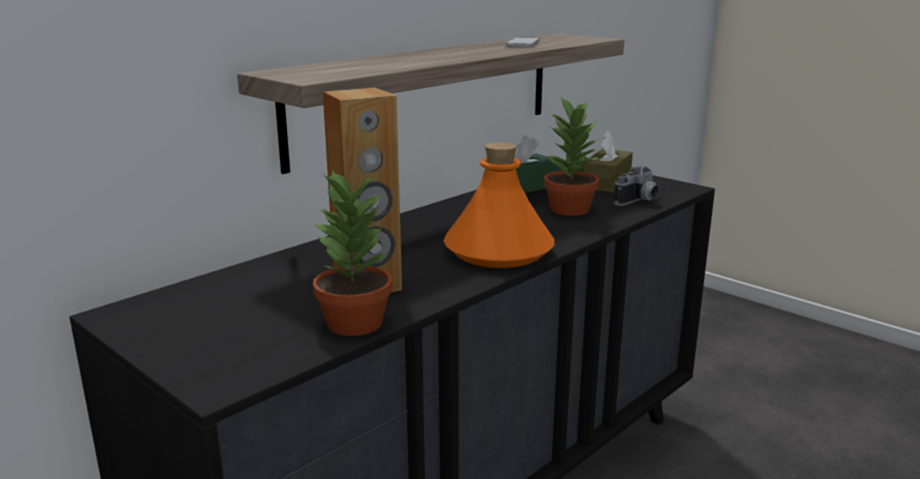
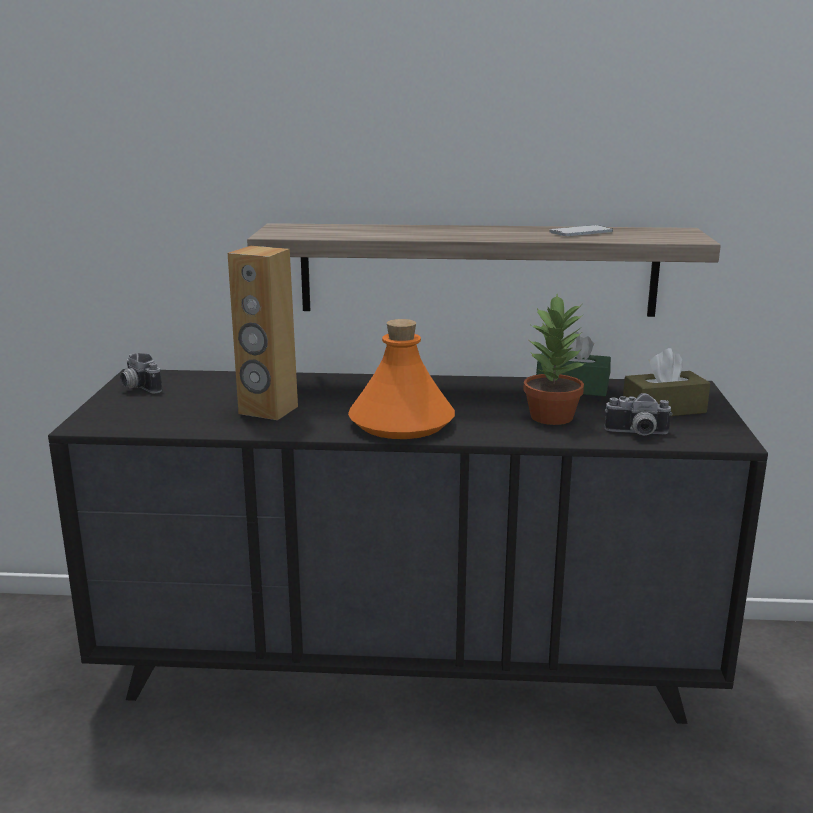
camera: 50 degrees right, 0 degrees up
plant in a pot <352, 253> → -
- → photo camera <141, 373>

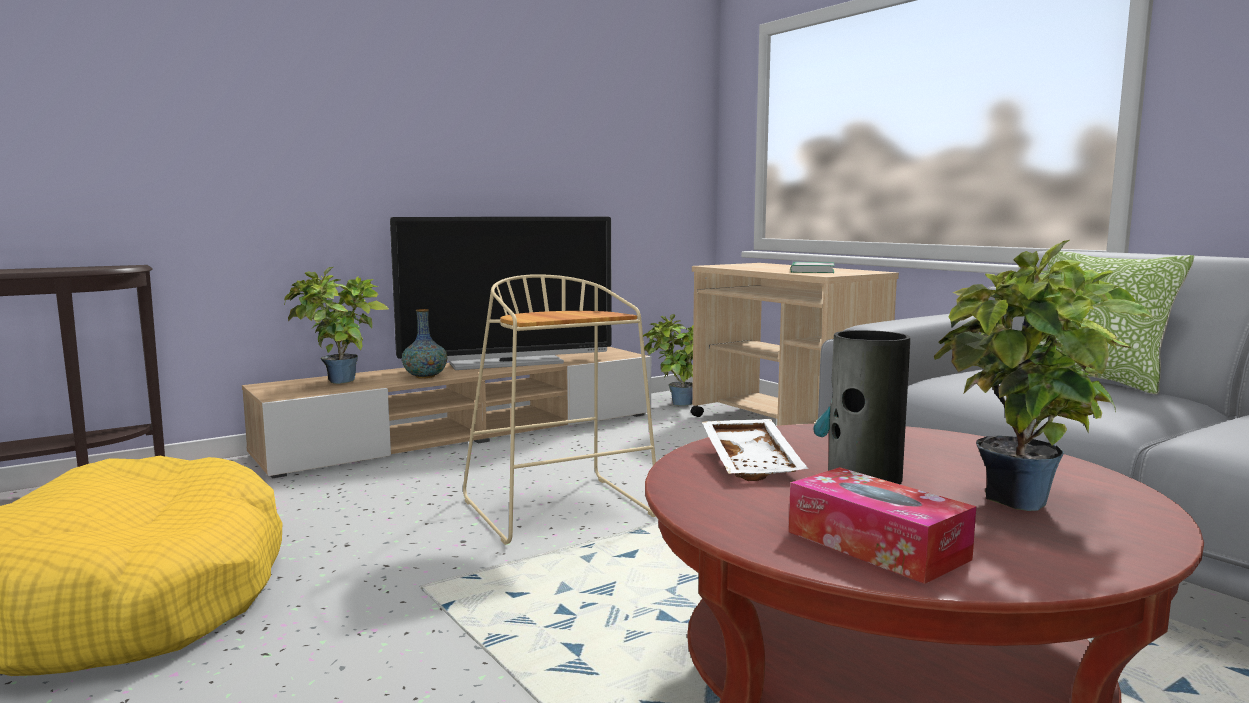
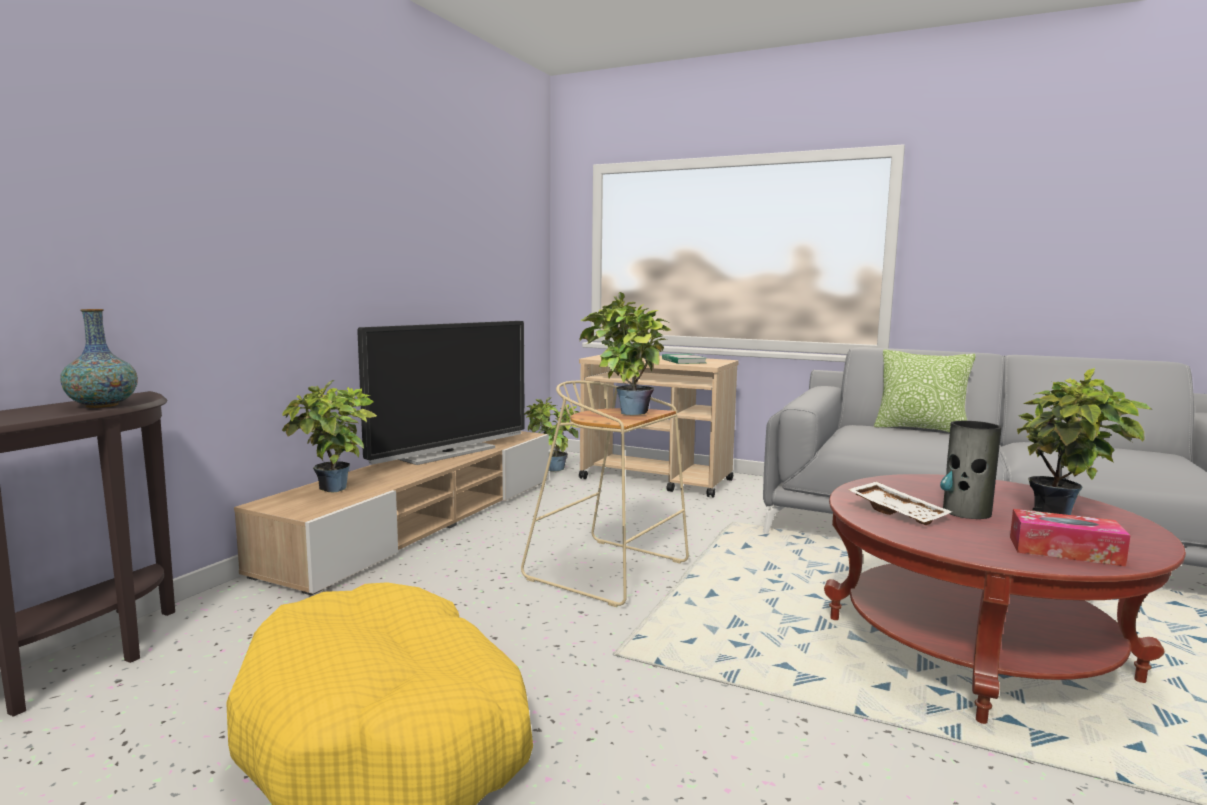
camera: 30 degrees left, 0 degrees up
- → plant in a pot <625, 353>
decorative vase <424, 344> → decorative vase <99, 358>, move

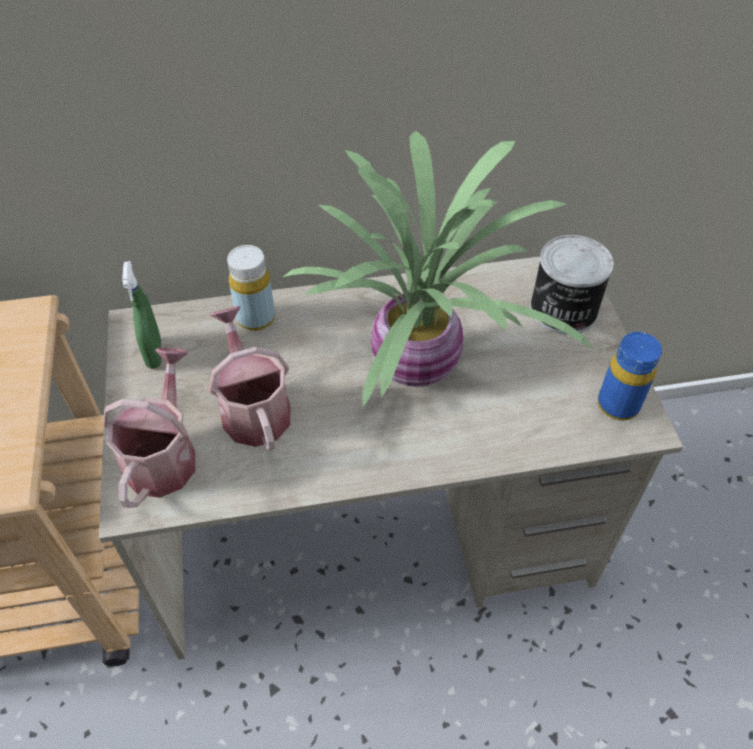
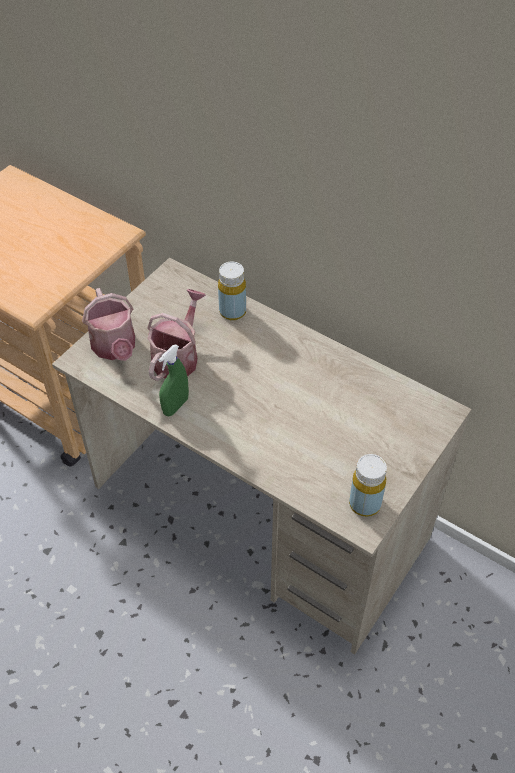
camera: 45 degrees right, 0 degrees up
plant in a pot <438, 268> → -
metal can <572, 284> → -
sprayer (green) <141, 315> → sprayer (green) <173, 380>, move
bottle (blue) <629, 376> → bottle (yellowish) <368, 485>
sprinkling can <149, 428> → sprinkling can <108, 324>, 105 degrees clockwise

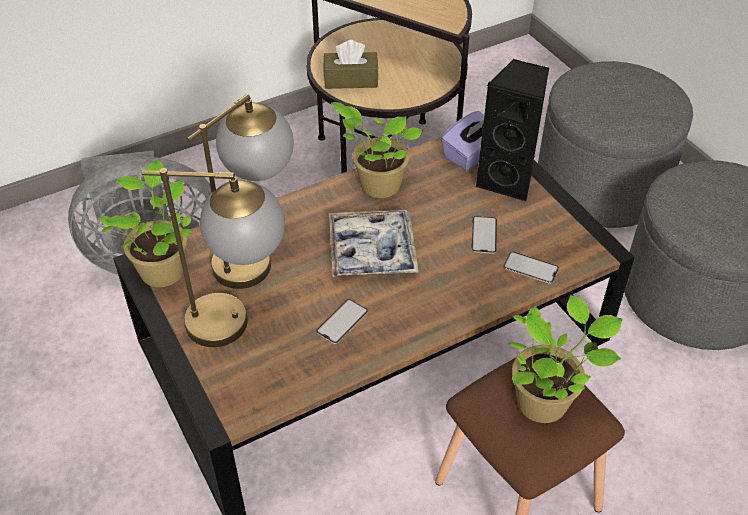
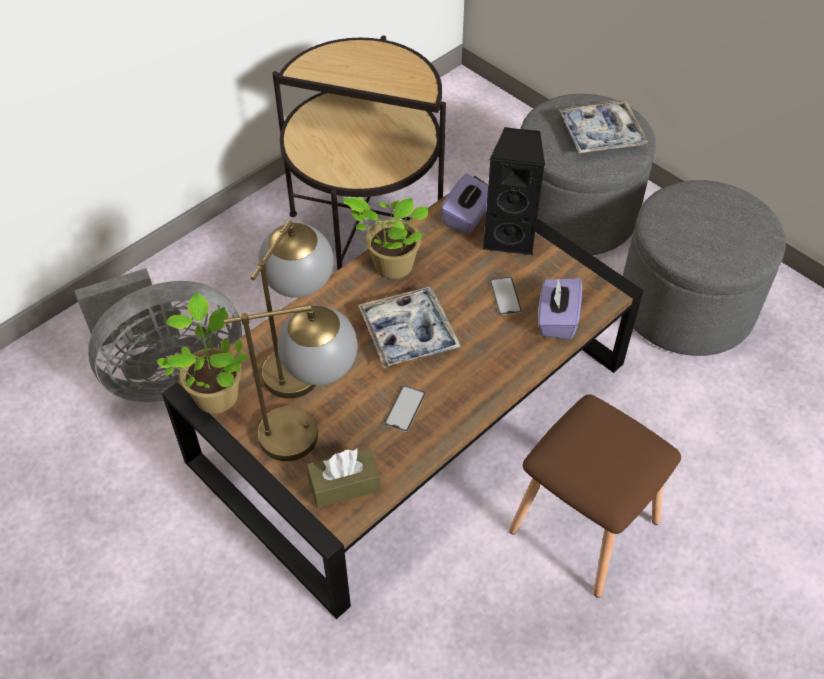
camera: 15 degrees left, 5 degrees up
plant in a pot <565, 359> → -
- → serving tray <603, 127>
tissue box (brown) <351, 64> → tissue box (brown) <343, 478>, move
handset <531, 267> → tissue box (purple) <560, 309>

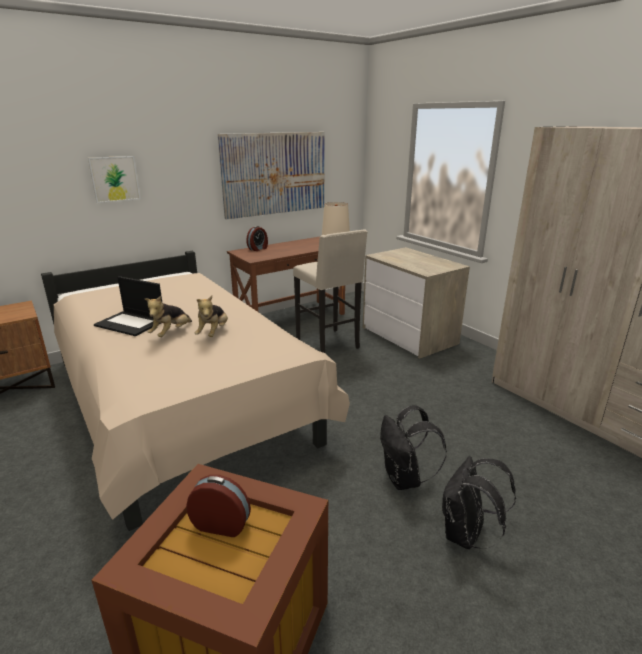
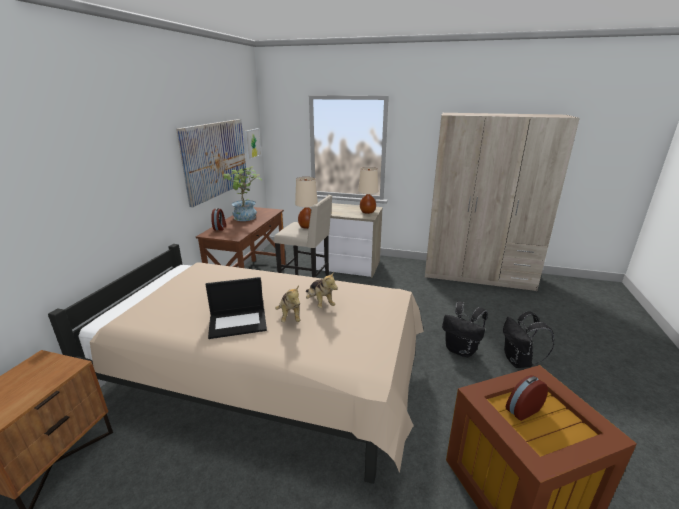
camera: 40 degrees left, 0 degrees up
- → plant in a pot <242, 193>
- → lamp for a table (beige) <368, 190>
wall art <114, 179> → wall art <253, 144>, move

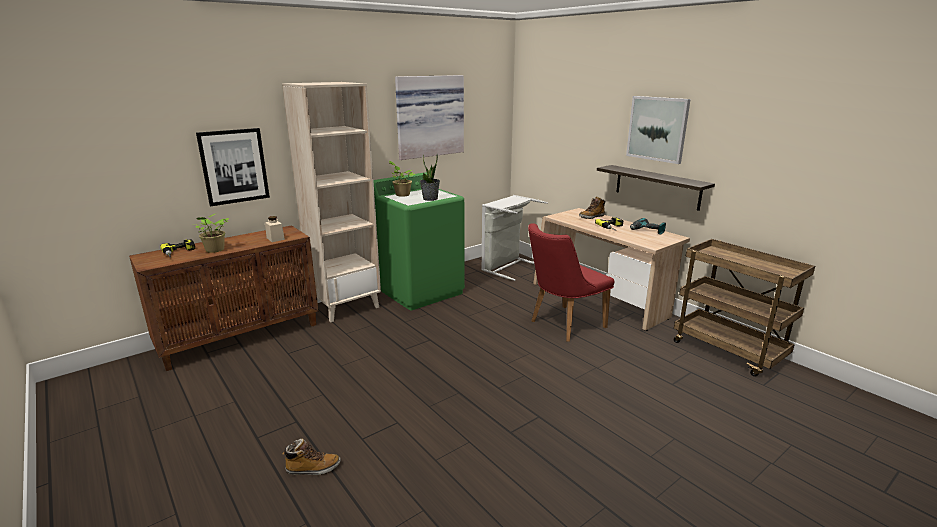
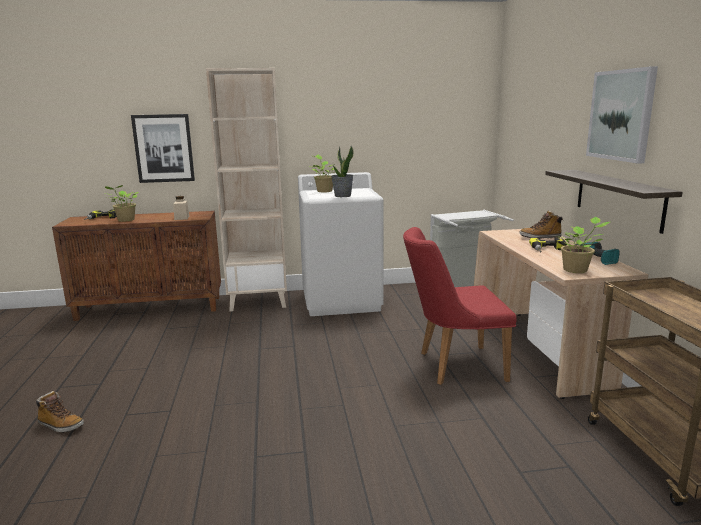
camera: 30 degrees right, 5 degrees down
wall art <429, 117> → -
- → plant in a pot <585, 245>
washing machine (green) <419, 241> → washing machine (white) <341, 244>

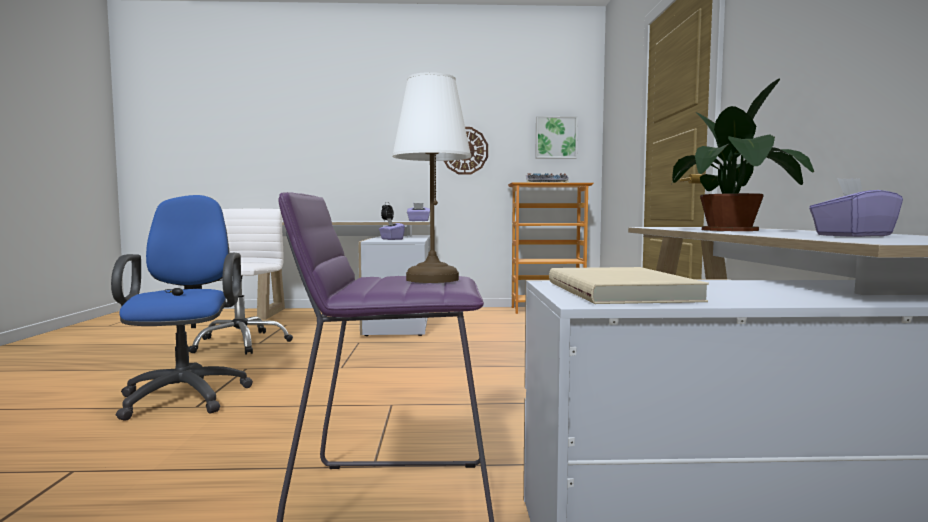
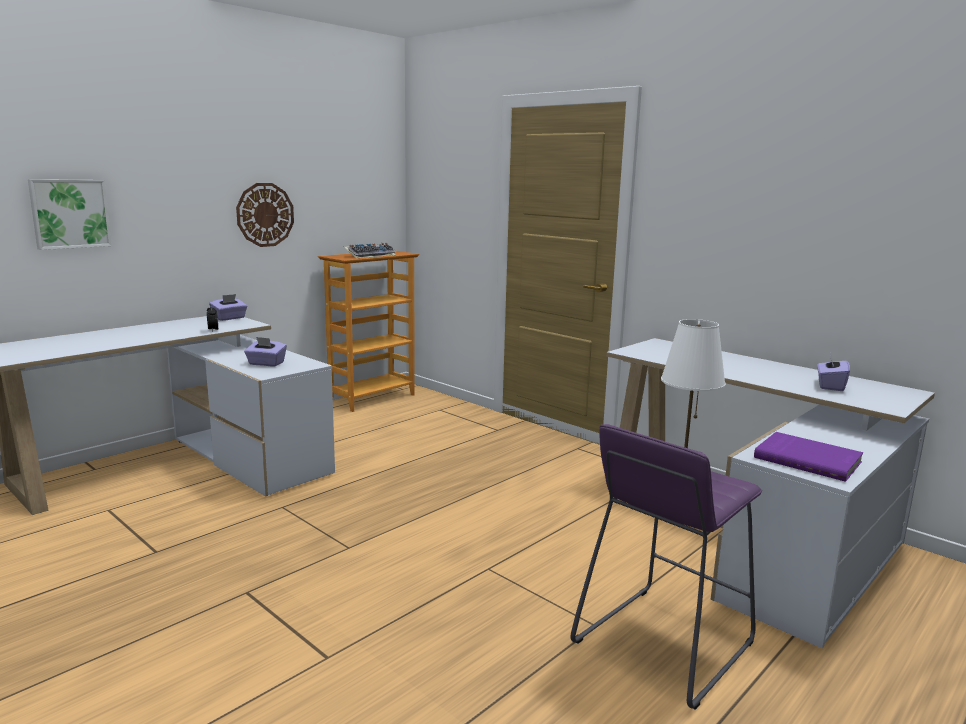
camera: 45 degrees left, 10 degrees up
office chair (blue) <182, 307> → -
office chair (white) <240, 282> → -
plant in a pot <742, 154> → -
wall art <556, 137> → wall art <70, 214>, move
book (beige) <629, 285> → book (purple) <808, 457>

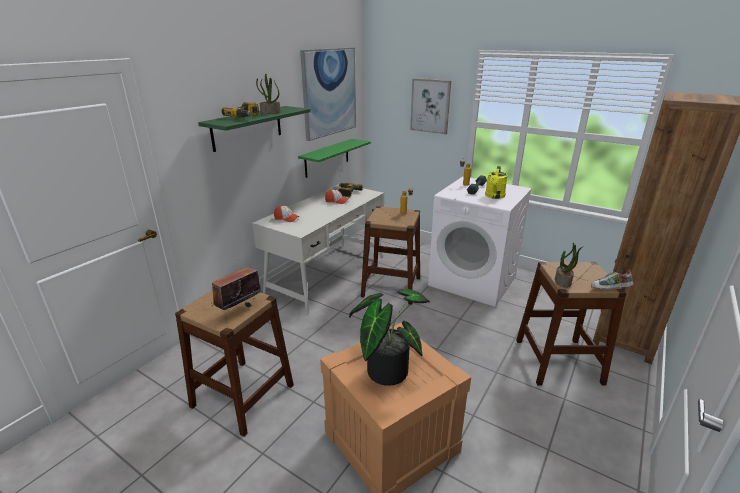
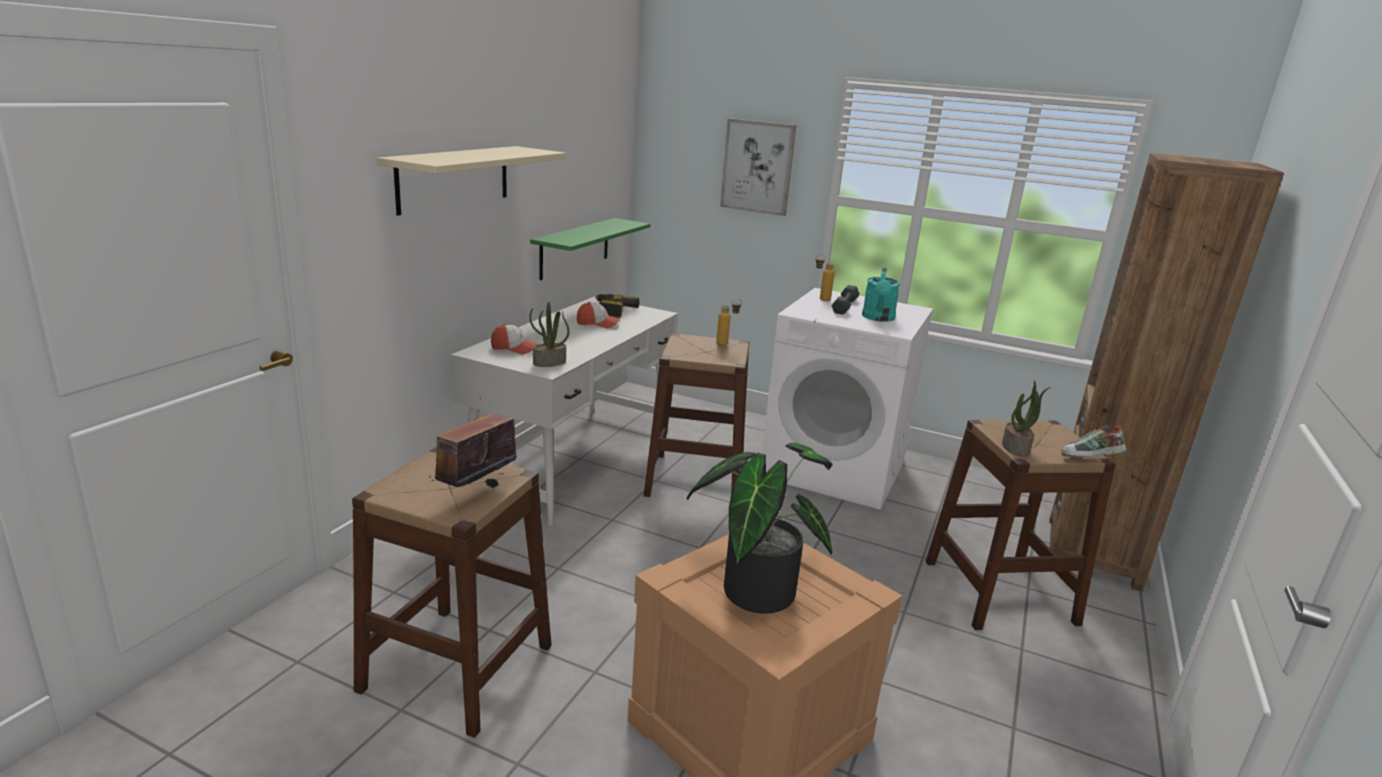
camera: 10 degrees left, 5 degrees down
drill <240, 109> → -
wall art <328, 94> → -
plant in a pot <268, 93> → plant in a pot <549, 334>, move
shelf (green) <254, 129> → shelf (beige) <472, 181>
sprinkling can (yellowish) <496, 182> → sprinkling can (turquoise) <881, 294>

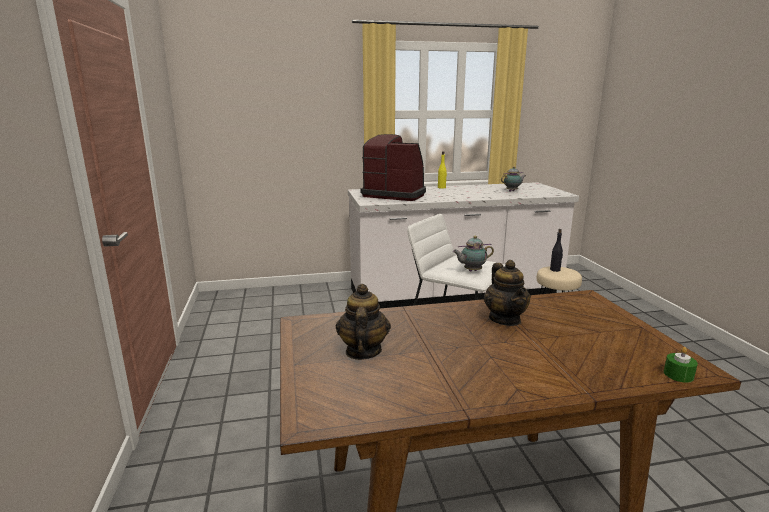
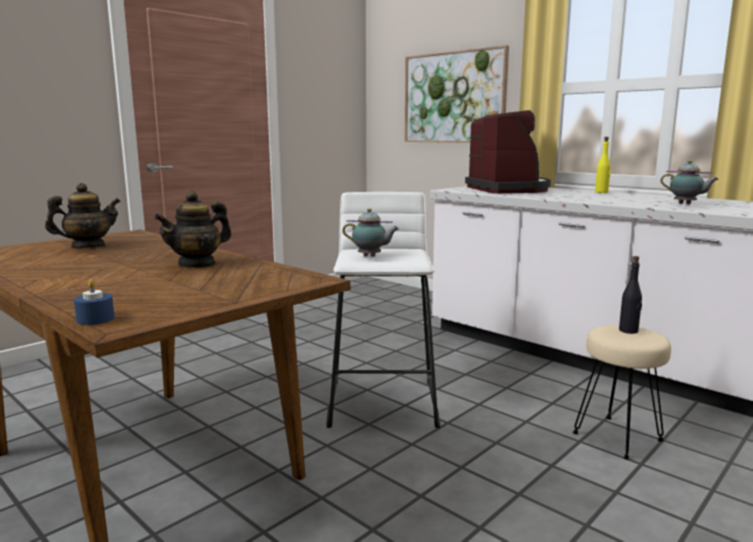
camera: 55 degrees right, 5 degrees down
- → wall art <456, 94>
wax candle (green) <681, 365> → wax candle (blue) <94, 302>
tea pot <473, 253> → tea pot <370, 232>, 150 degrees clockwise

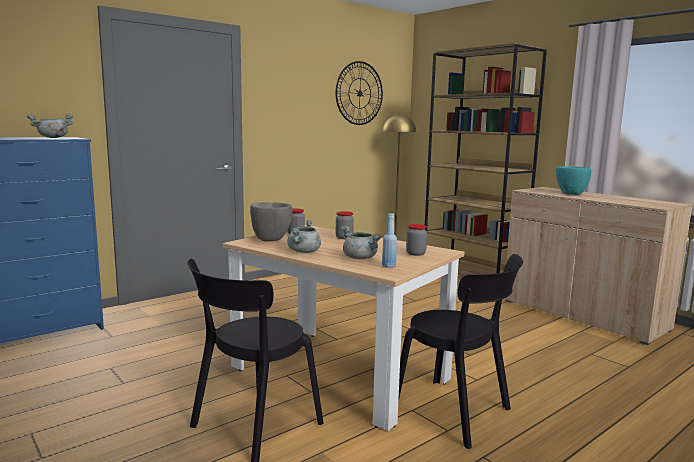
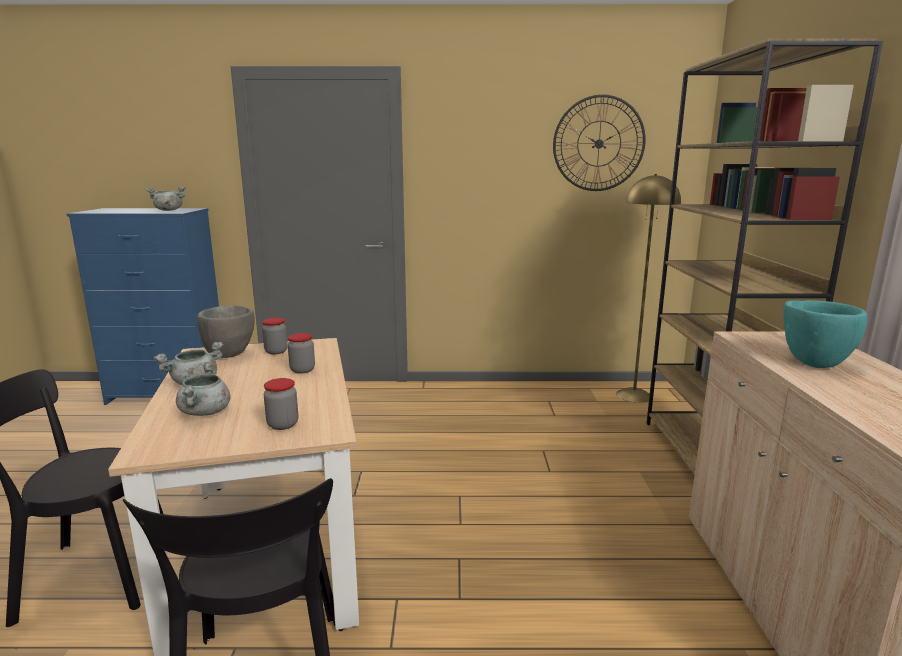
camera: 40 degrees right, 5 degrees up
bottle (blue) <389, 240> → -

